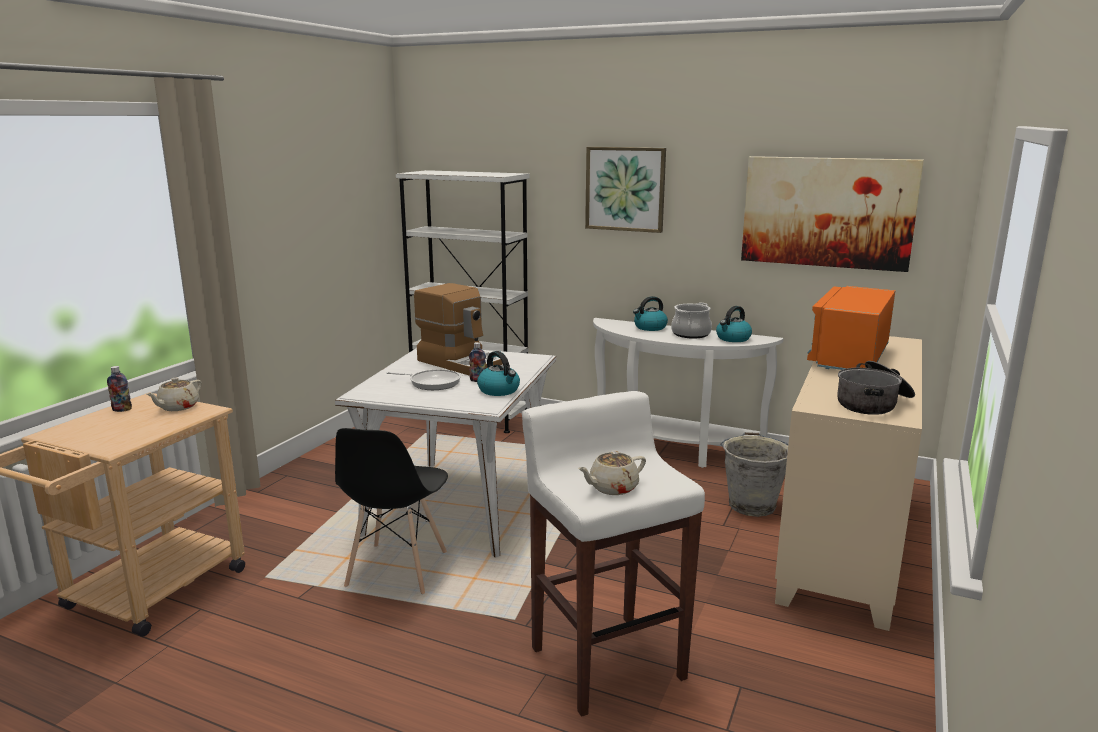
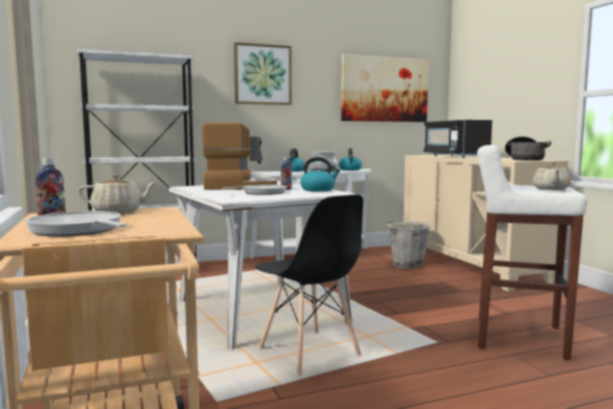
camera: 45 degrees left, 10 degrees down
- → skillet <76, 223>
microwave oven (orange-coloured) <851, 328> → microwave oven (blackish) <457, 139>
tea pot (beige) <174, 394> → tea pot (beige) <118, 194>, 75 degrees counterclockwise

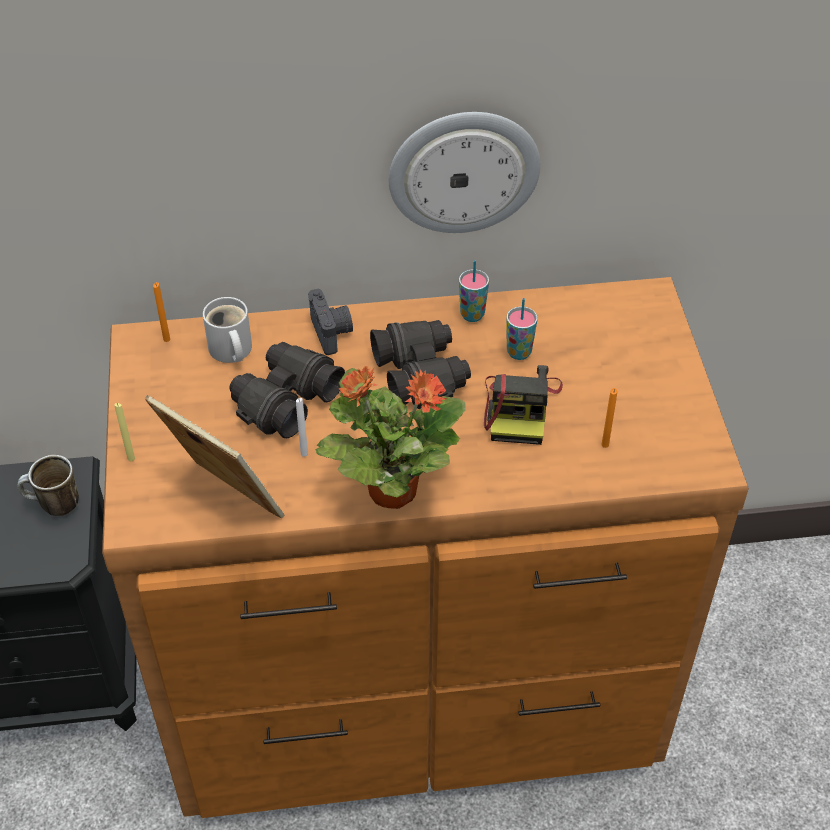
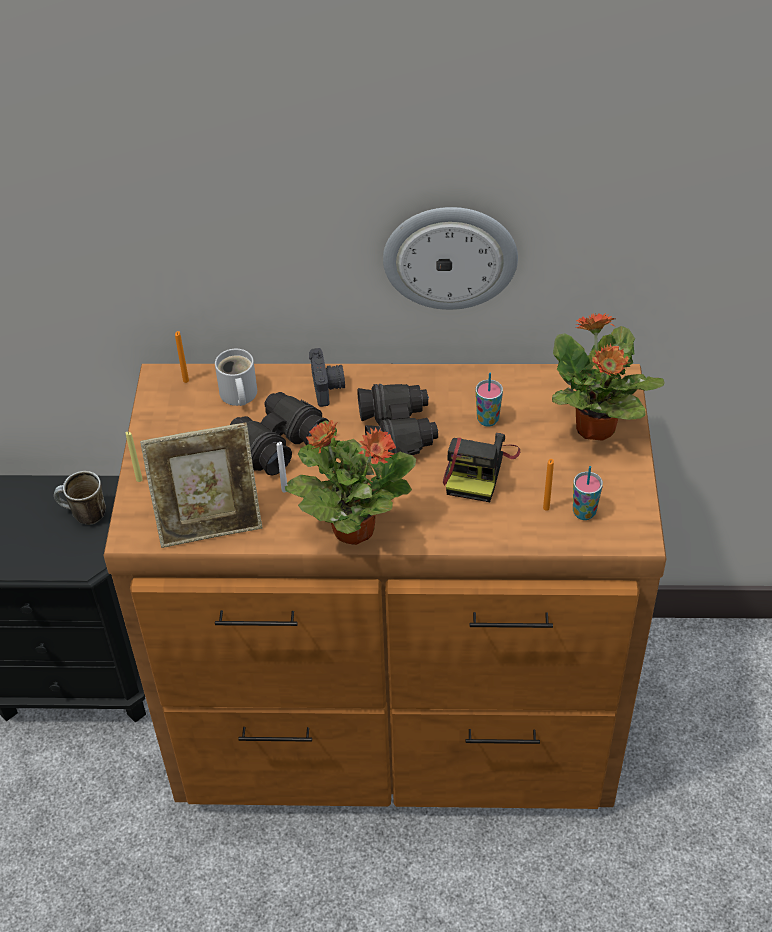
camera: 10 degrees right, 0 degrees up
- → plant in a pot <608, 377>
cup <474, 291> → cup <588, 493>, move
standing frame <214, 456> → standing frame <201, 485>, 120 degrees clockwise

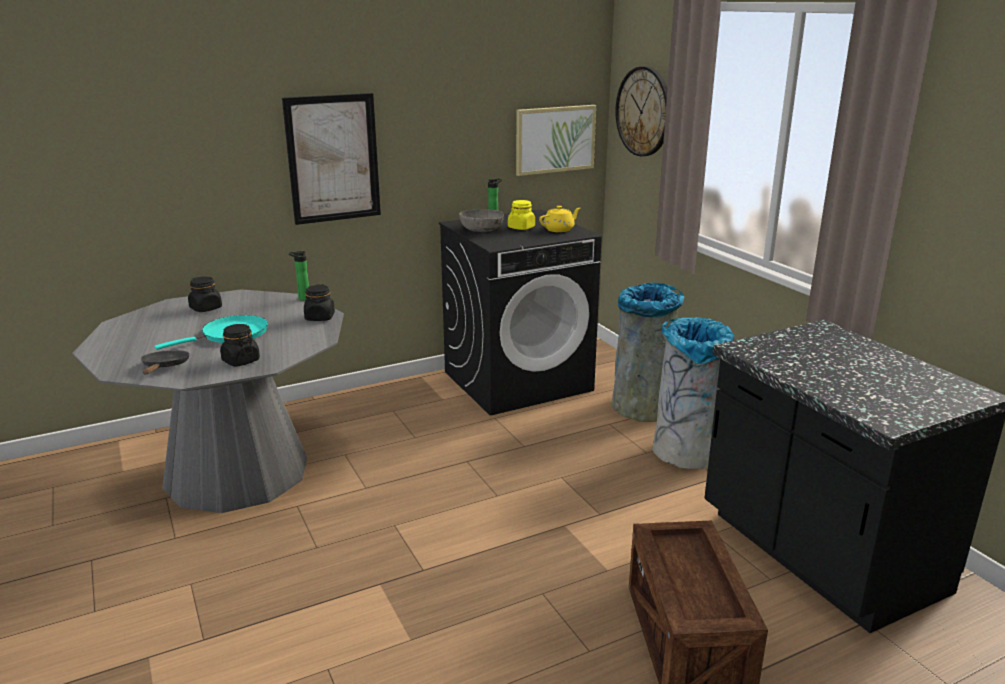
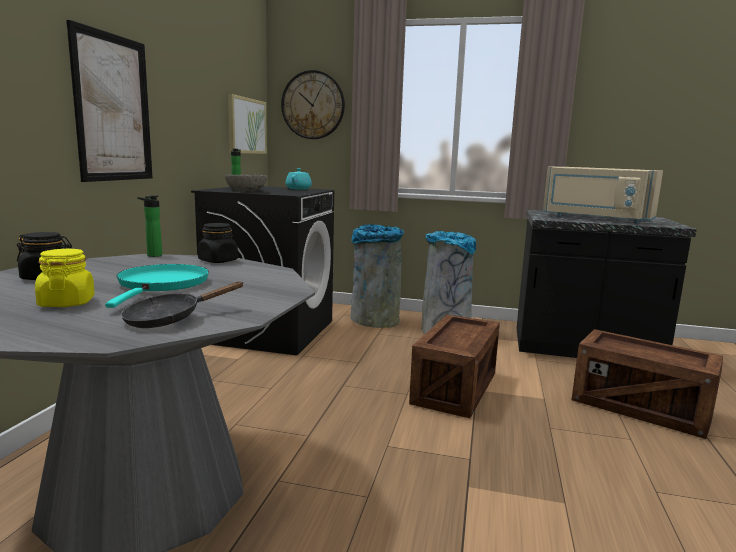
camera: 50 degrees left, 10 degrees down
storage jar (blackish) <240, 345> → -
- → shipping crate <454, 366>
- → microwave oven (beige) <603, 195>
storage jar (yellowish) <521, 215> → storage jar (yellowish) <65, 278>, move
tea pot (yellowish) <559, 219> → tea pot (turquoise) <298, 179>
skillet (blackish) <165, 362> → skillet (blackish) <182, 305>, 75 degrees counterclockwise

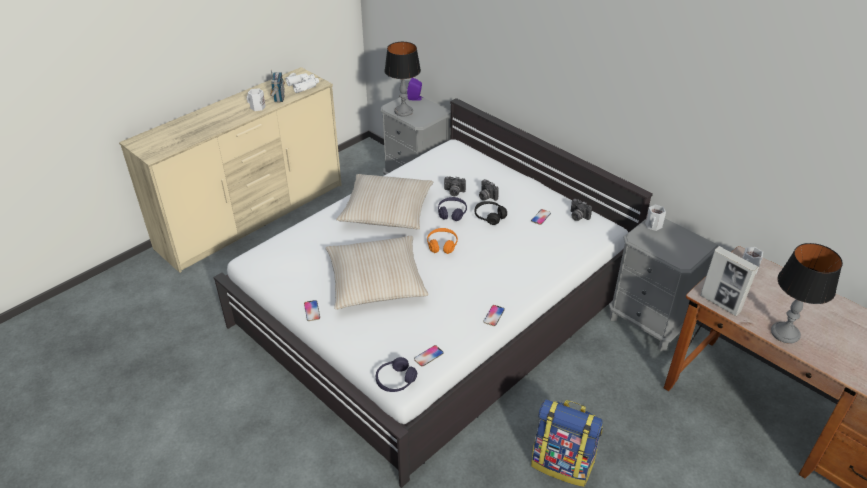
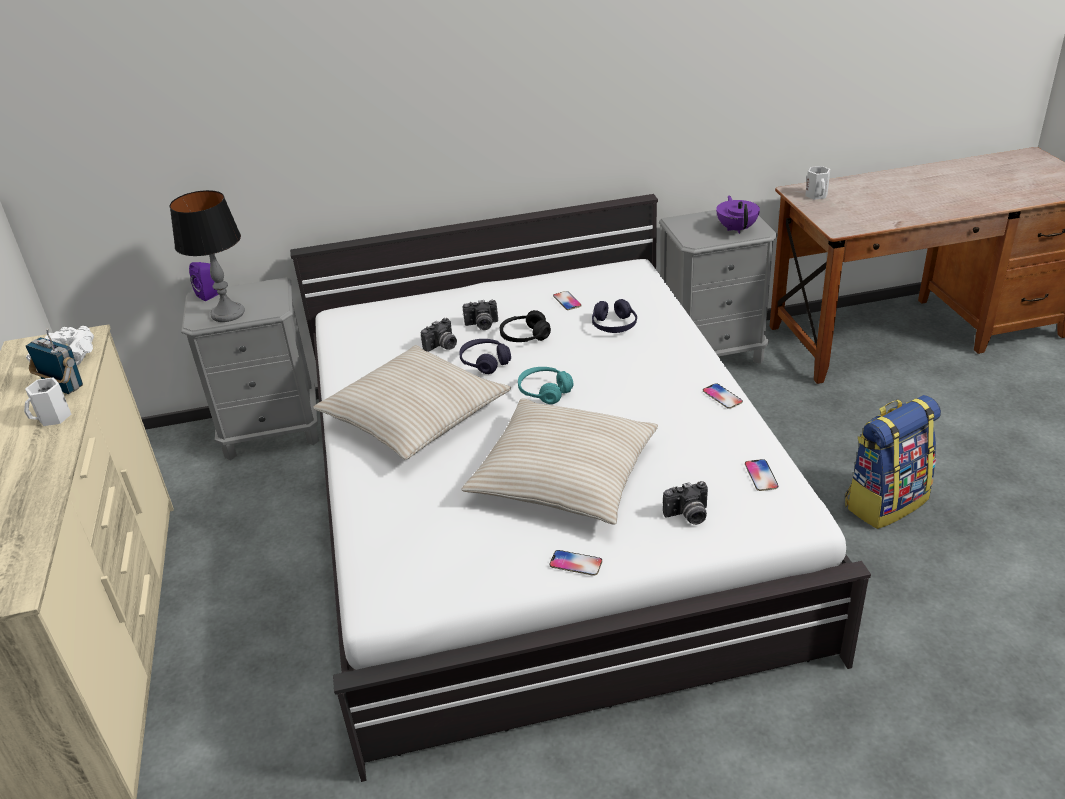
camera: 55 degrees left, 5 degrees down
coffee mug (white) <655, 218> → -
standing frame <729, 281> → -
lamp for a table <807, 293> → -
- → tea pot (purple) <738, 214>
pair of headphones (purple) <396, 374> → pair of headphones (purple) <614, 316>, move
photo camera <581, 210> → photo camera <685, 503>, move
pair of headphones (orange-coloured) <442, 241> → pair of headphones (turquoise) <546, 385>

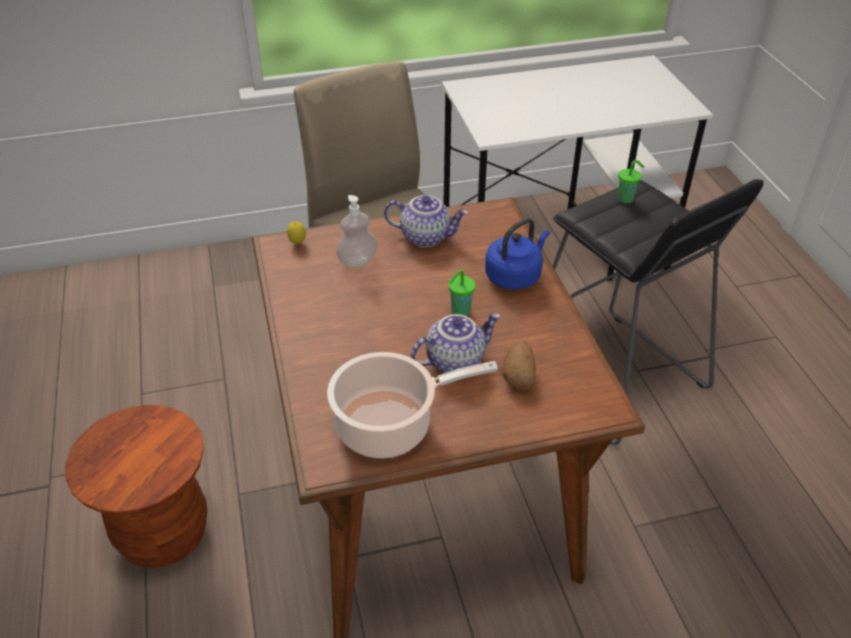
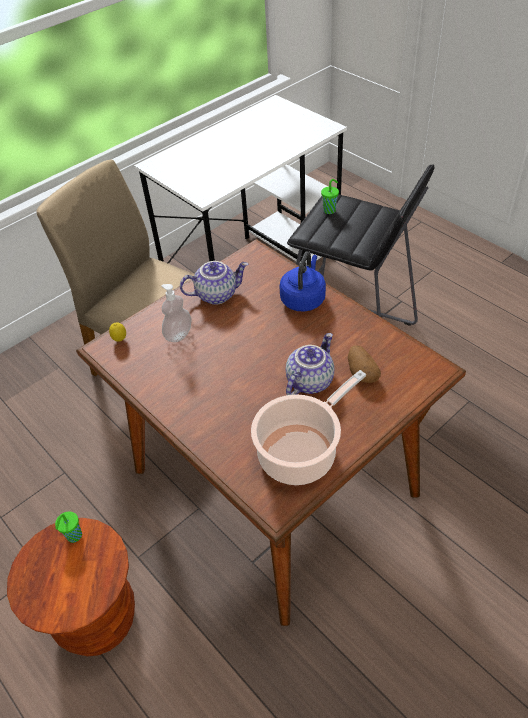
camera: 25 degrees left, 5 degrees up
cup (green) <462, 293> → cup (green) <68, 527>, move

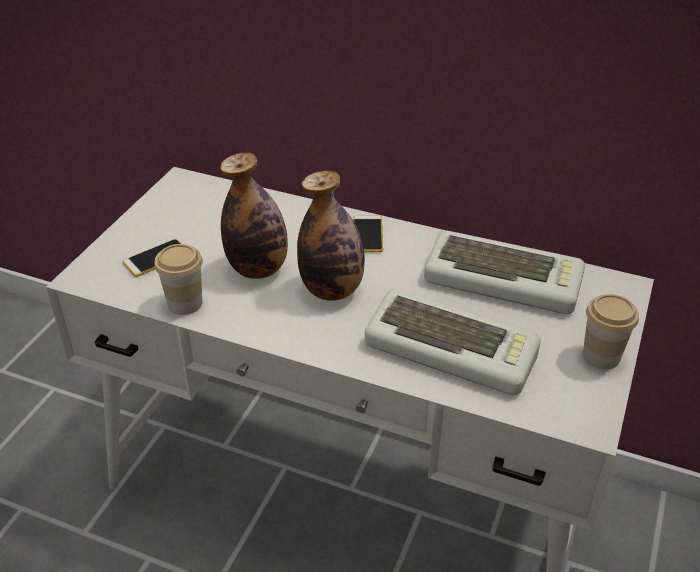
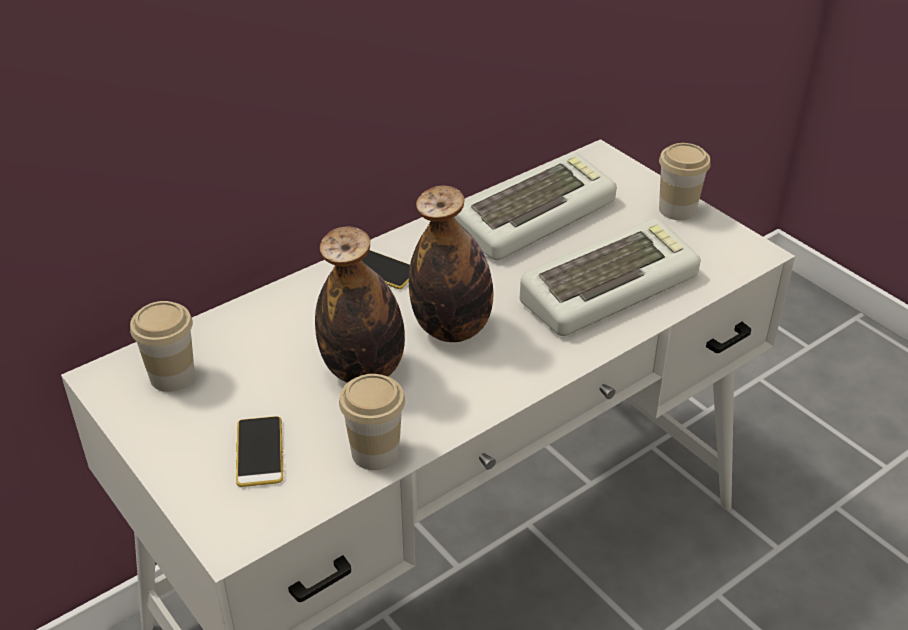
camera: 60 degrees left, 0 degrees up
- → cup <162, 346>

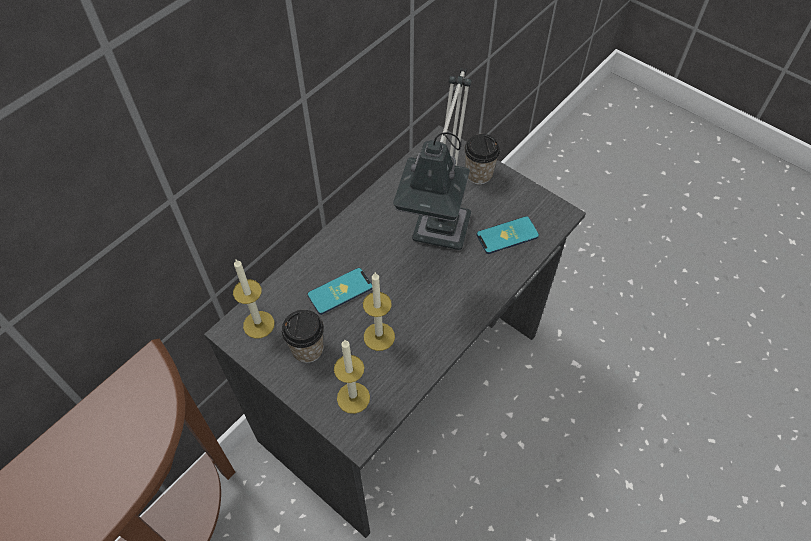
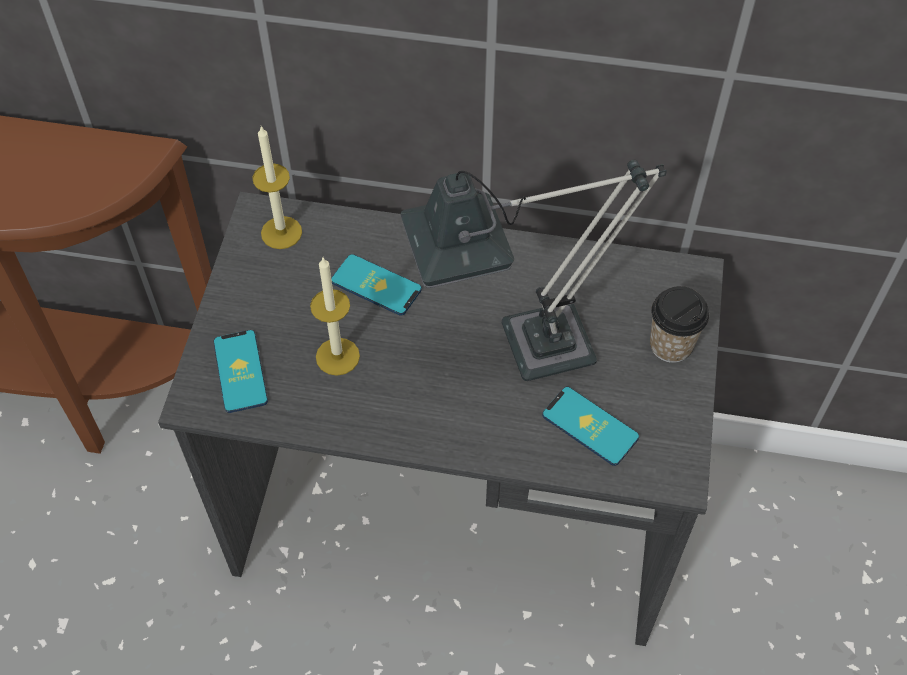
camera: 60 degrees right, 0 degrees up
cup <303, 336> → -
wax candle <352, 376> → handset <240, 371>

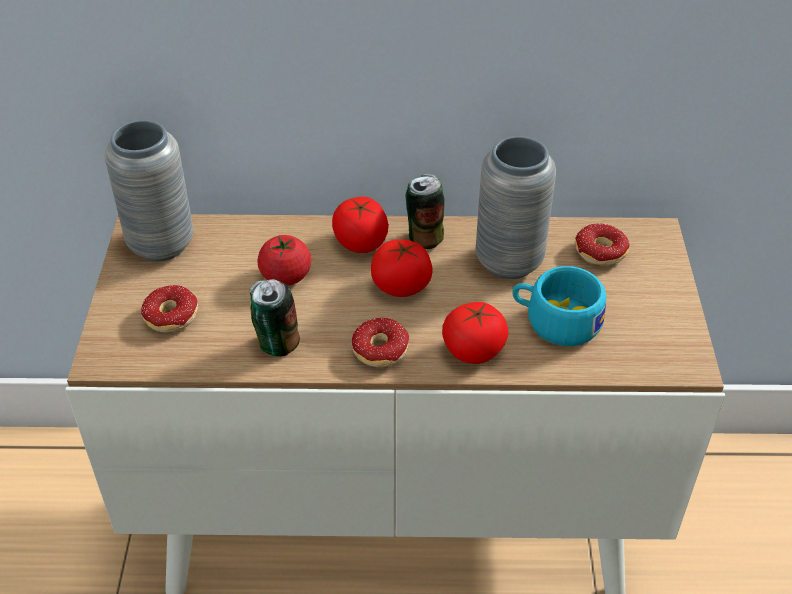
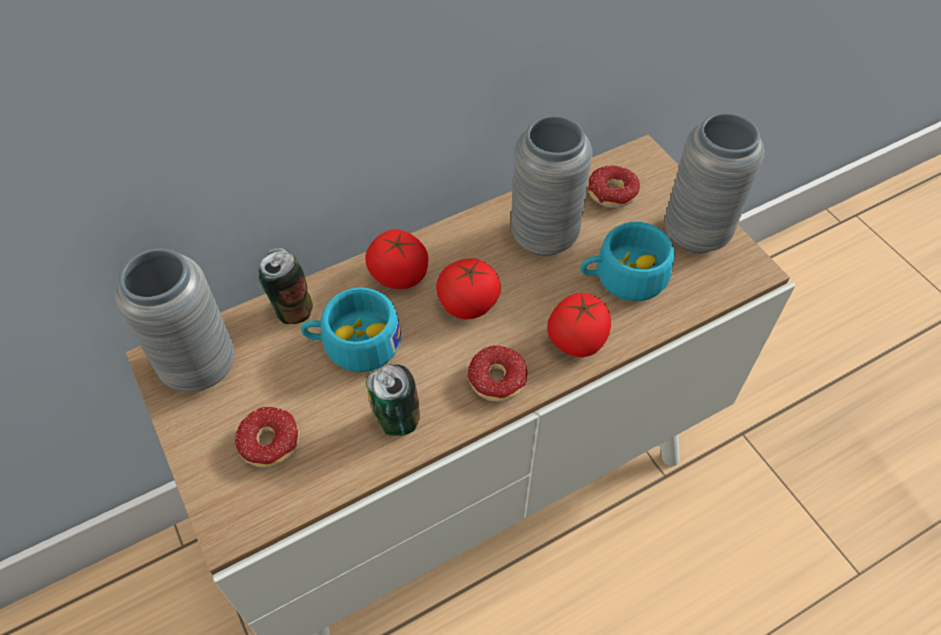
camera: 30 degrees left, 10 degrees up
- → decorative vase (gray) <714, 182>
metal can <425, 211> → metal can <286, 286>, move
fresh tomato <284, 260> → cup (turquoise) <351, 329>

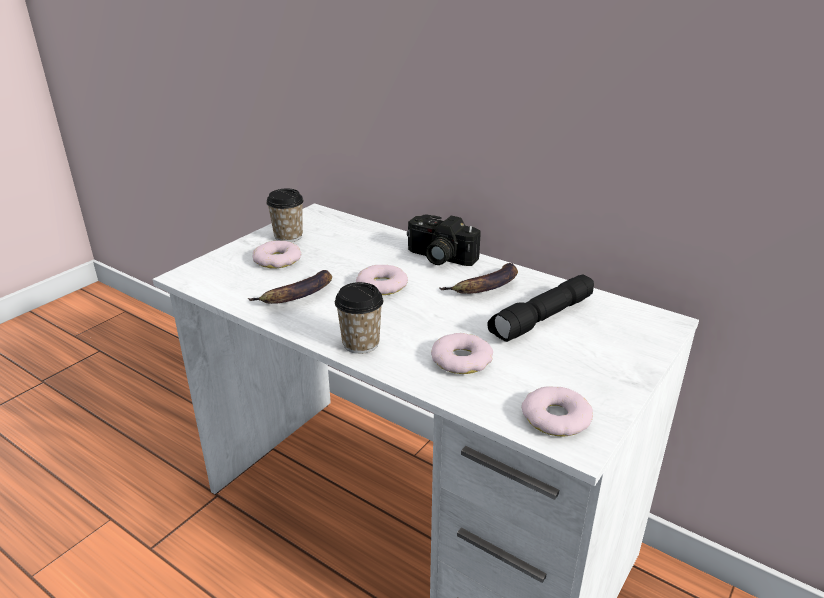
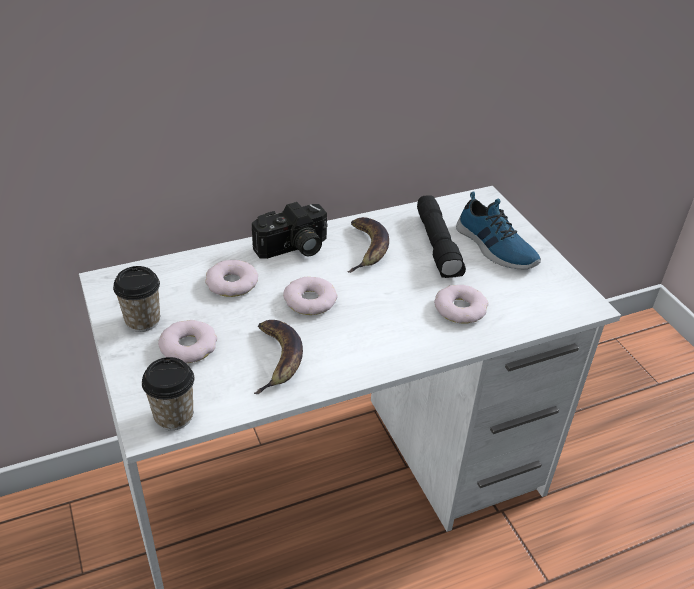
camera: 60 degrees left, 10 degrees up
- → item of footwear <498, 230>
cup <359, 318> → cup <168, 393>, move
donut <557, 411> → donut <231, 278>, move

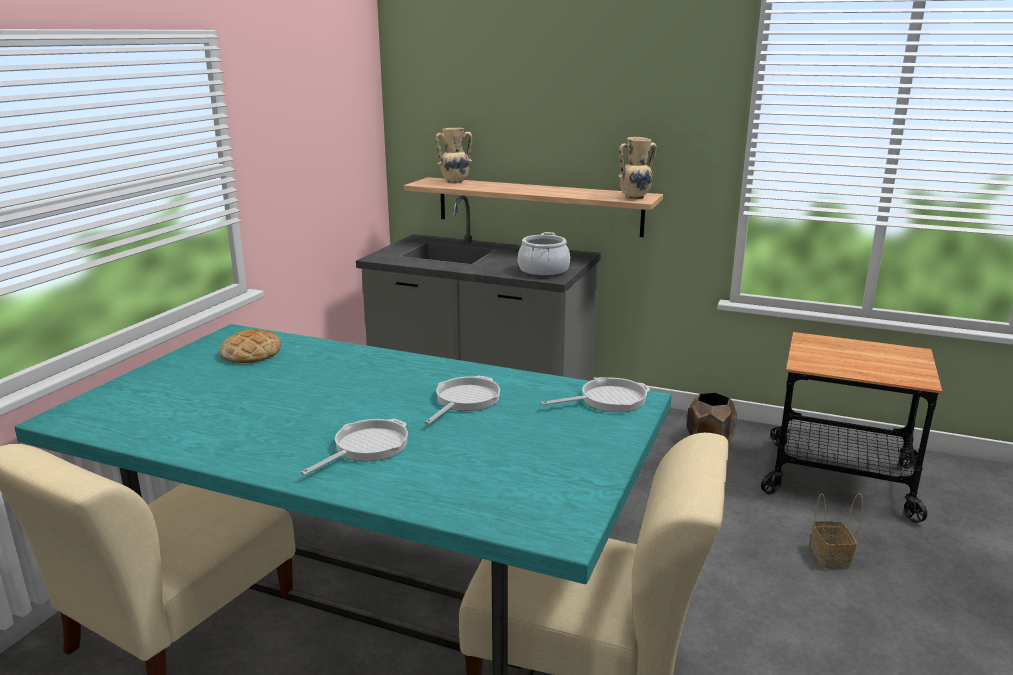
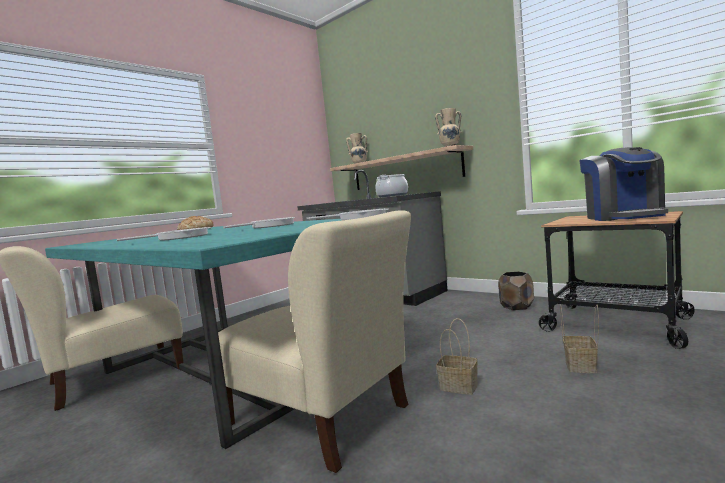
camera: 20 degrees right, 15 degrees down
- → basket <457, 356>
- → coffee maker <623, 184>

